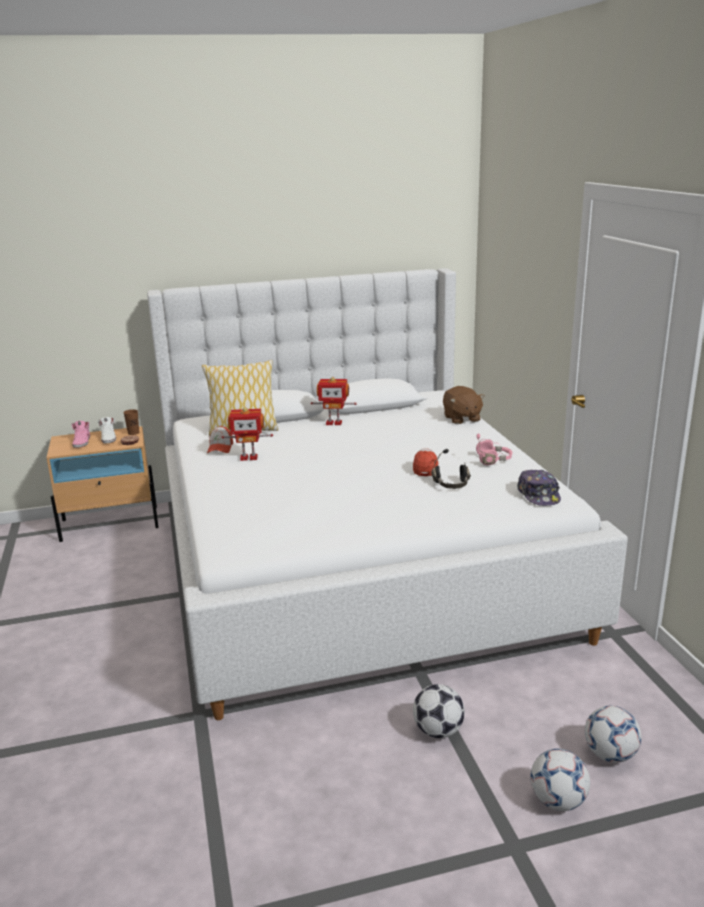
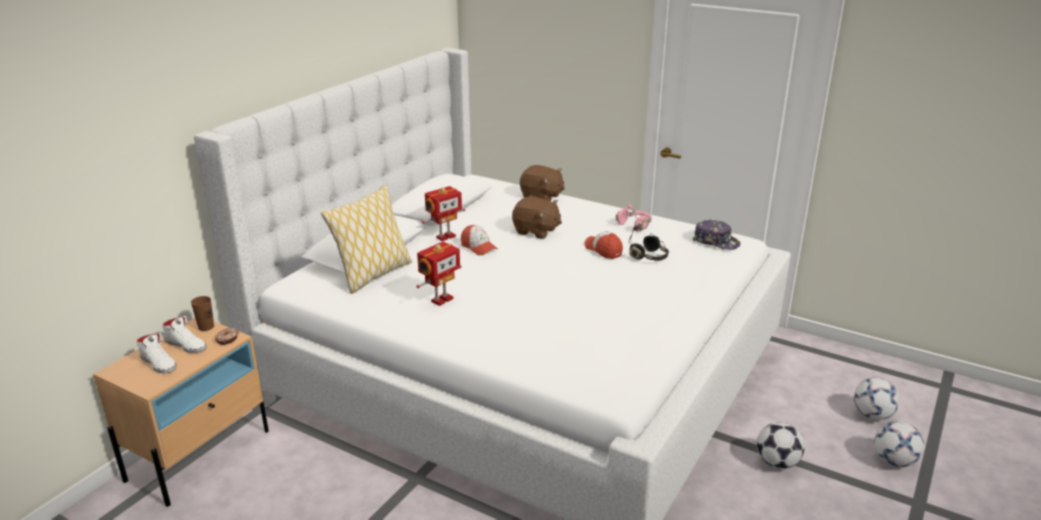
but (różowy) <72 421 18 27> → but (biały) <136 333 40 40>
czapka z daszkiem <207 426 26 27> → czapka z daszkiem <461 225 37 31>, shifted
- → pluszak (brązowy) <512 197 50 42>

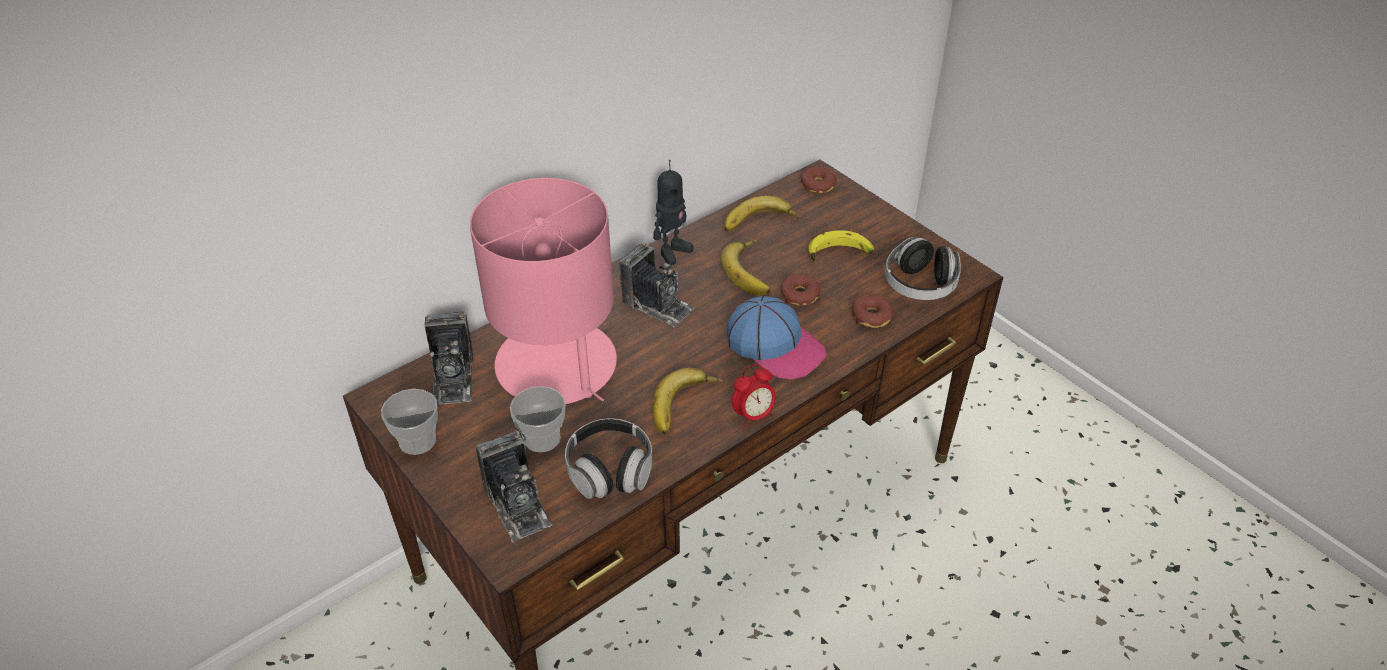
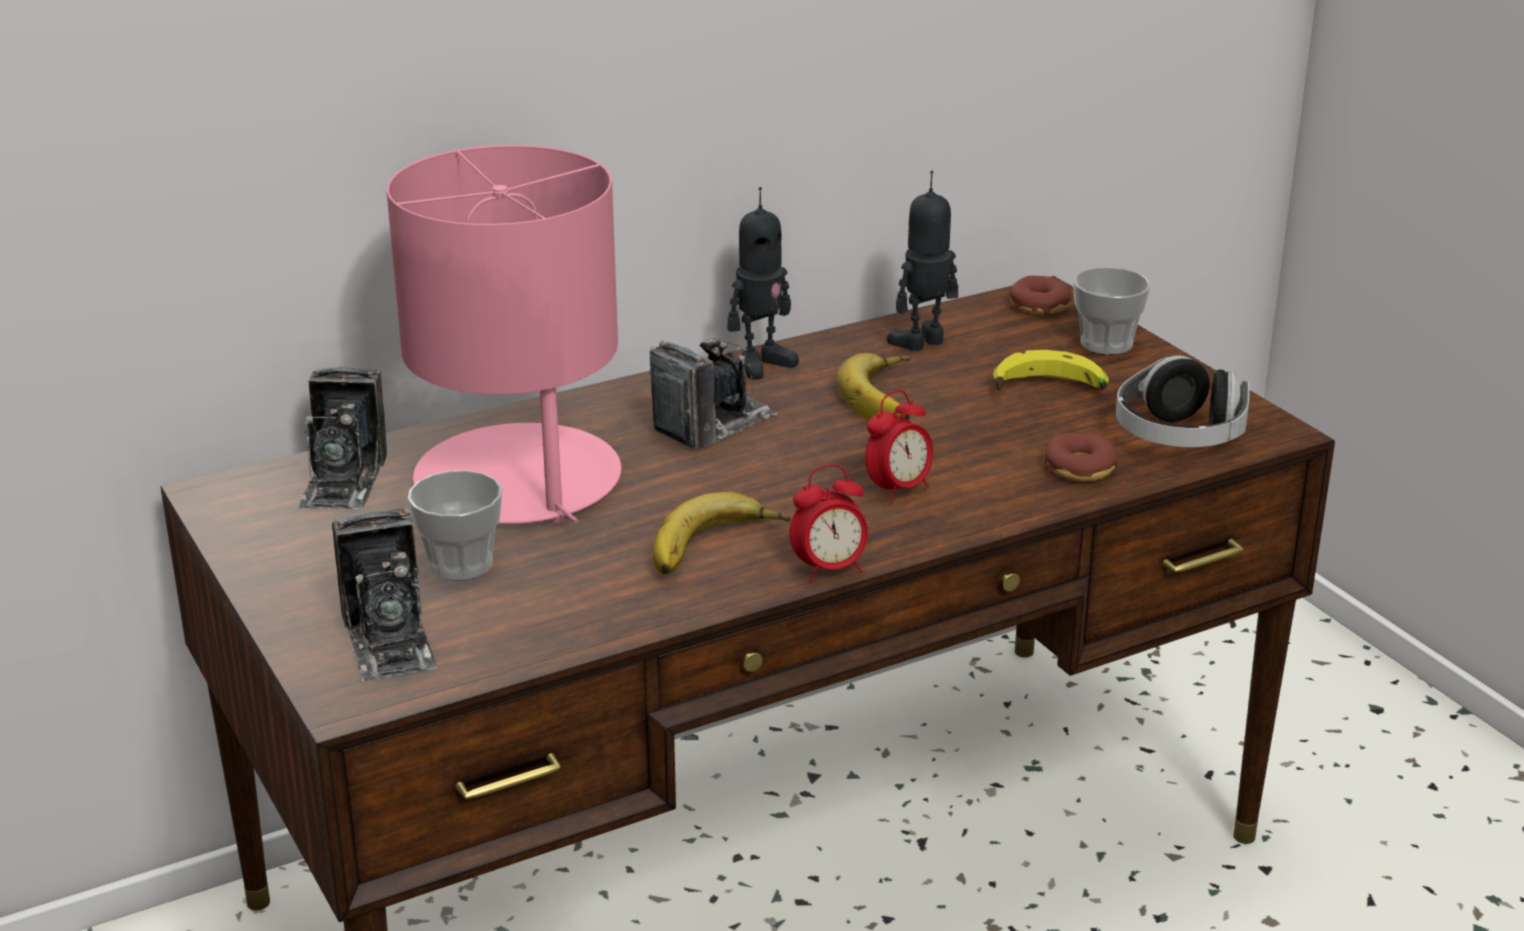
aparat fotograficzny <619 243 76 85> → aparat fotograficzny <649 338 128 113>, 90 degrees counterclockwise
czapka z daszkiem <727 296 100 84> → budzik <865 390 68 113>
banan <724 196 76 36> → robot zabawkowy <887 171 71 180>
filiżanka <381 389 57 66> → filiżanka <1073 267 78 88>, shifted
słuchawki <565 418 87 81> → -
donut <781 274 39 32> → -

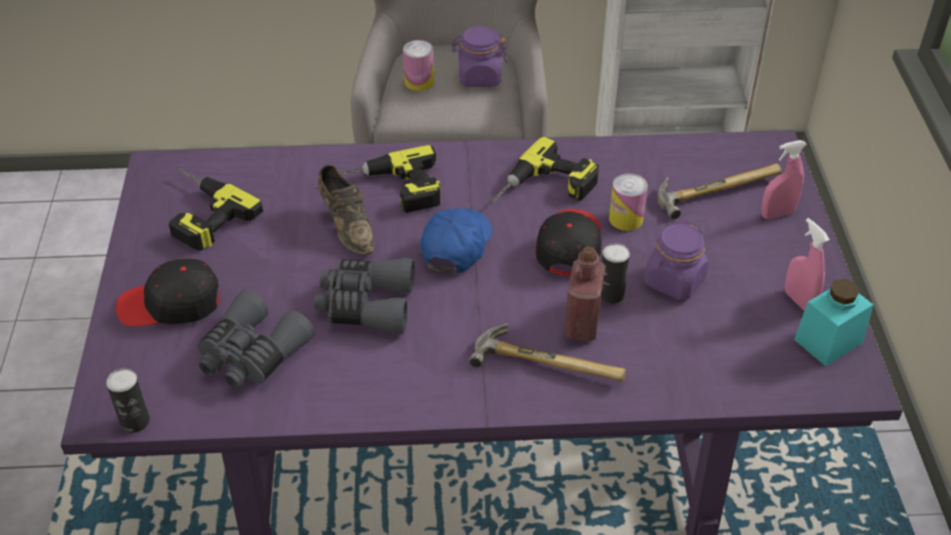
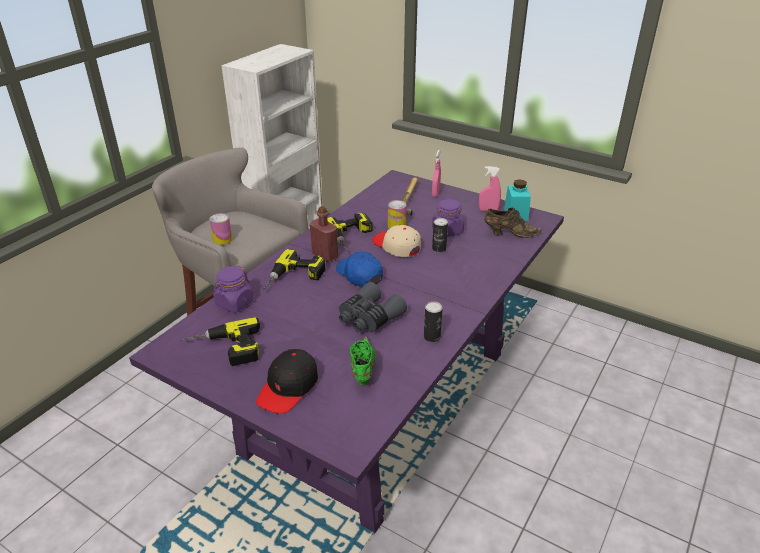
słoik (fioletowy) <452 26 55 61> → słoik (fioletowy) <214 266 40 47>, shifted
butelka (czerwony) <564 246 41 95> → butelka (czerwony) <310 206 28 56>, shifted
lornetka (szary) <197 290 118 98> → but (zielony) <349 336 27 49>
czapka z daszkiem (czarny) <536 209 66 67> → czapka z daszkiem (beżowy) <372 225 49 32>
puszka <106 368 44 65> → puszka <424 301 19 41>, shifted
but (brązowy) <318 165 57 90> → but (brązowy) <484 207 58 31>, shifted
młotek <469 323 157 59> → -

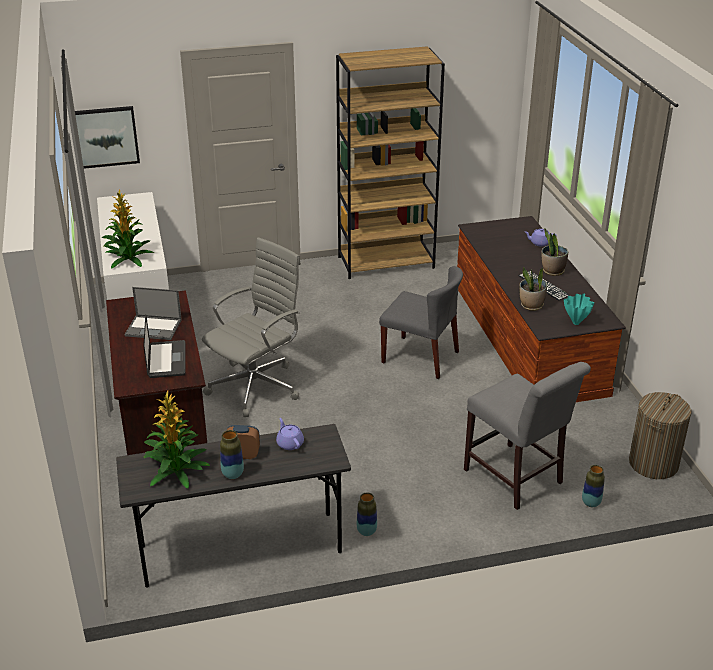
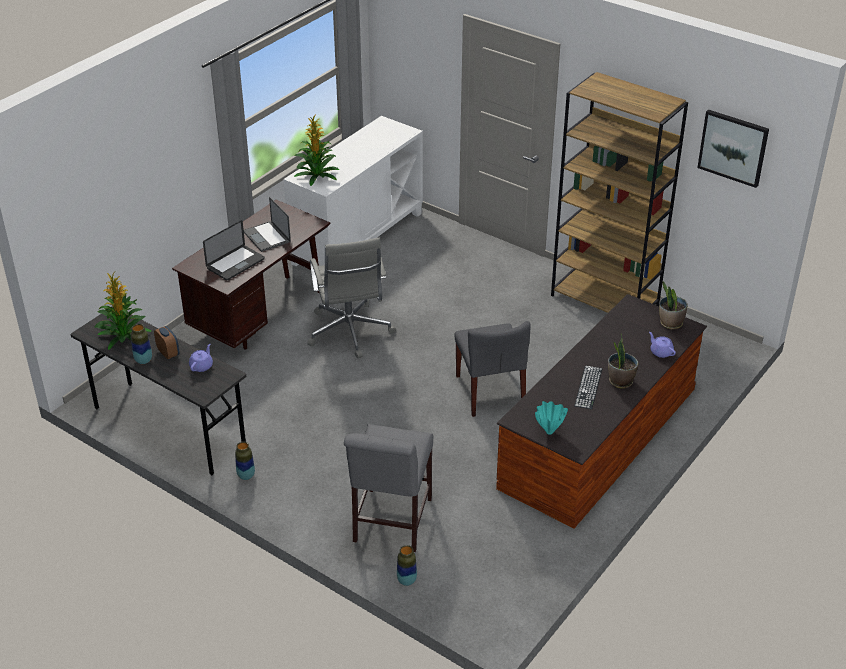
krzesło biurowe (szary) <202 237 99 180> → krzesło biurowe (szary) <307 238 89 120>, 75 degrees clockwise
roślina doniczkowa <519 267 28 44> → roślina doniczkowa <659 281 28 49>, shifted
obraz <75 106 65 63> → obraz <697 109 72 79>, shifted
kosz na pranie <629 392 63 87> → -

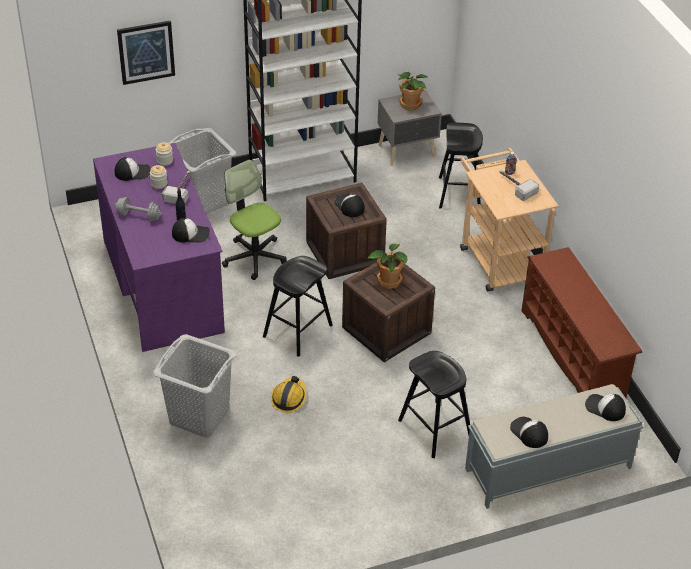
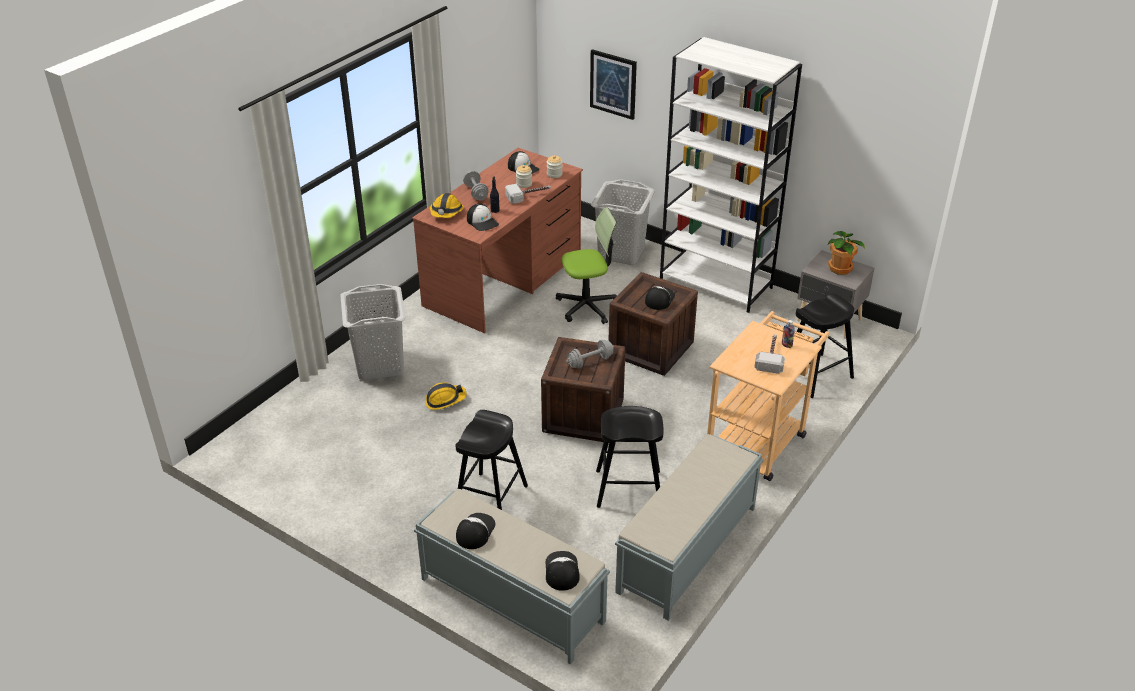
biurko (fioletowy) <93 143 132 209> → biurko (brązowy) <412 148 171 185>
- → kask <430 193 34 25>
krzesło biurowe <222 160 65 120> → krzesło biurowe <556 207 61 117>, 60 degrees clockwise
roślina doniczkowa <367 244 41 45> → hantel (szary) <566 340 48 29>
stołek (czarny) <263 256 70 101> → stołek (czarny) <596 406 68 102>, shifted
regał na buty (brązowy) <521 247 121 151> → ławka (szary) <615 434 148 187>

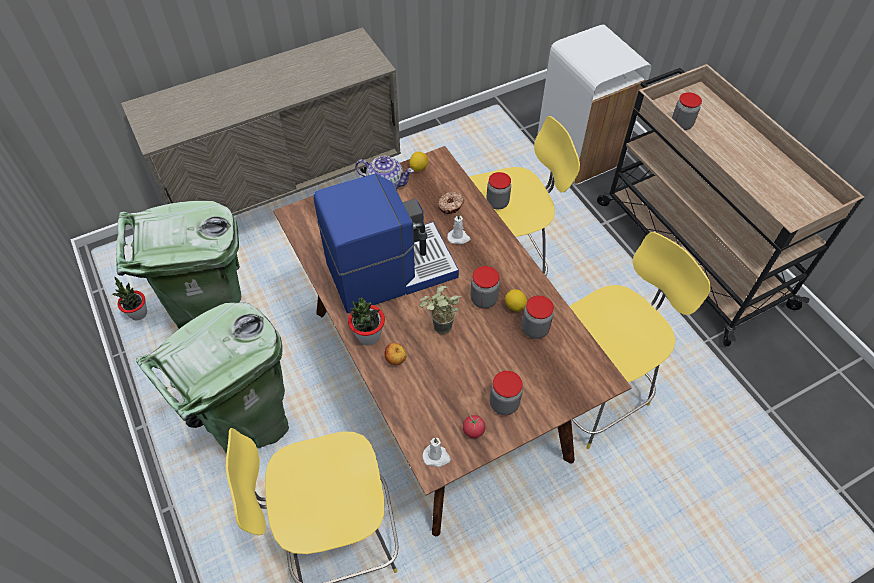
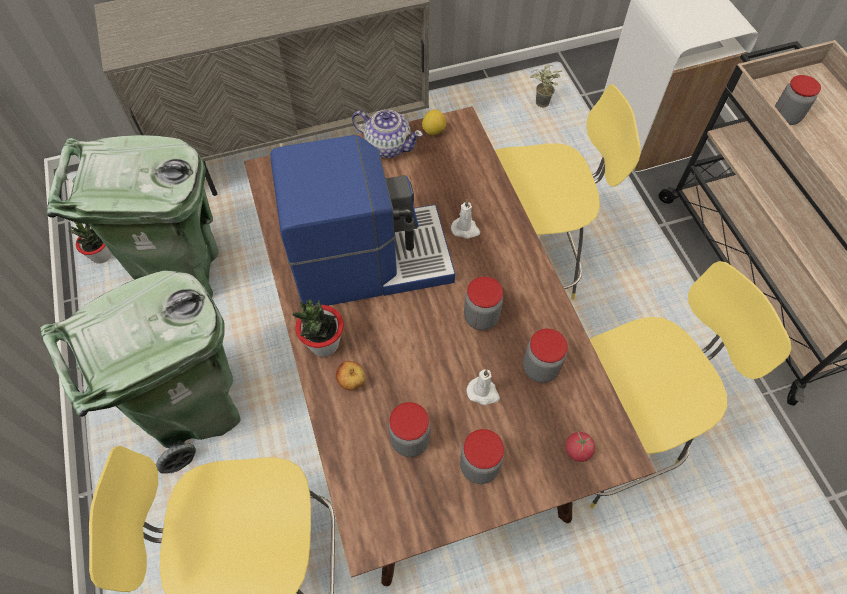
słoik <486 172 25 37> → słoik <389 402 41 55>, shifted
świeca (biały) <422 438 29 29> → świeca (biały) <466 369 34 36>, shifted
roślina doniczkowa <420 286 41 48> → roślina doniczkowa <530 65 33 42>, shifted
pomidor <463 415 22 23> → pomidor <565 432 30 30>, shifted
donut <437 192 27 22> → -
cytryna <505 289 22 22> → -

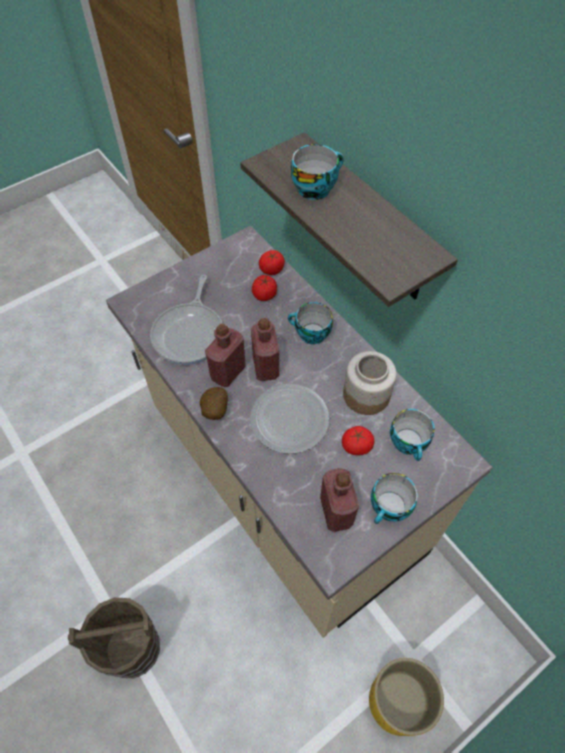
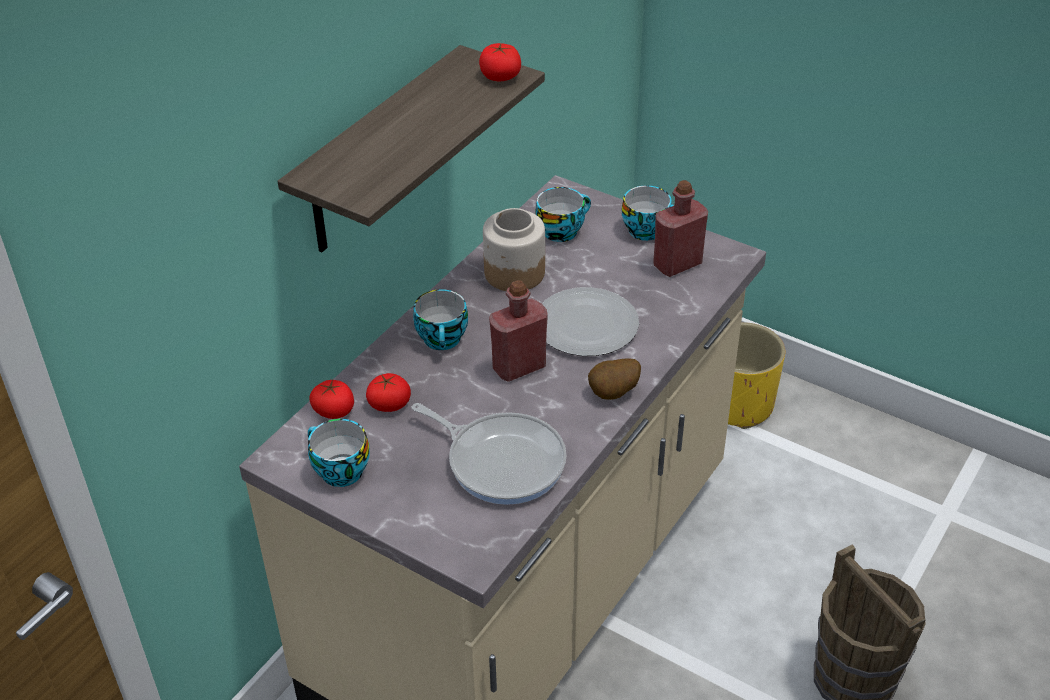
filiżanka <291 144 53 56> → filiżanka <308 419 62 68>, shifted
patelnia <150 275 73 90> → patelnia <411 403 156 102>, 45 degrees clockwise
pomidor <342 426 32 29> → pomidor <479 43 42 38>, shifted
butelka (czerwony) <205 324 41 63> → -

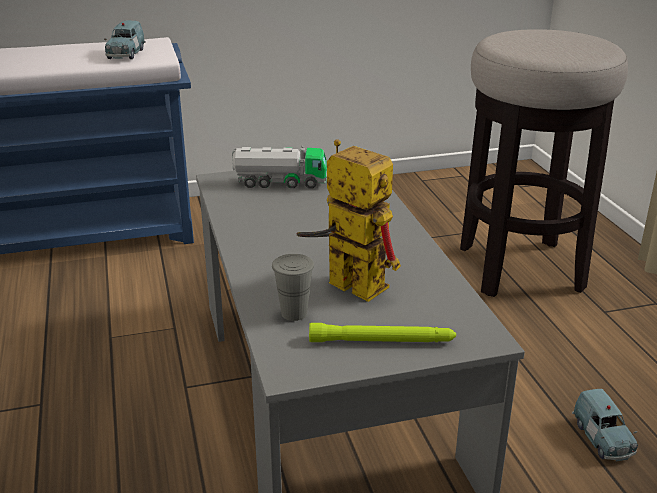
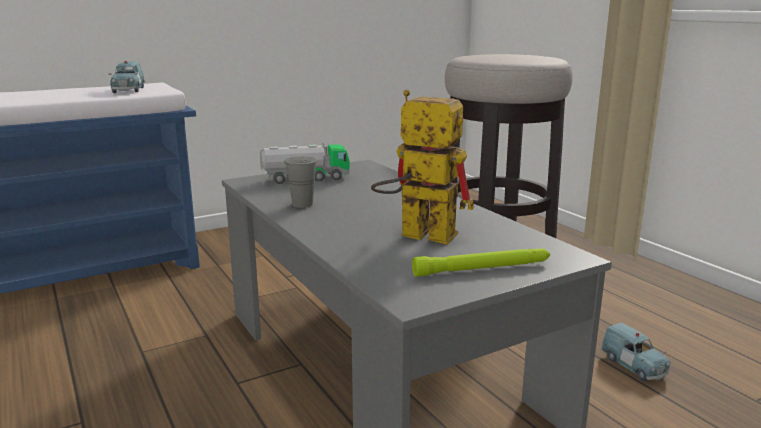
filiżanka (szary) <272 254 42 67> → filiżanka (szary) <284 156 34 52>, shifted

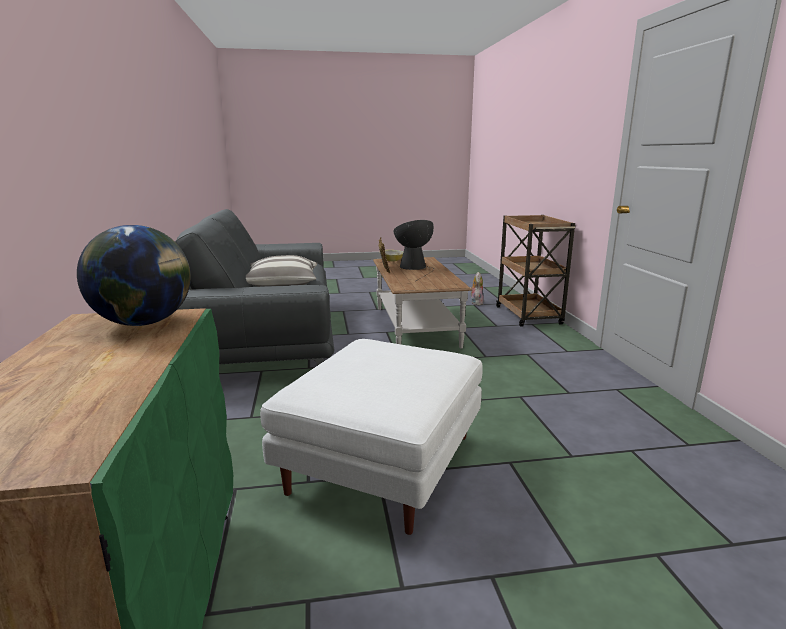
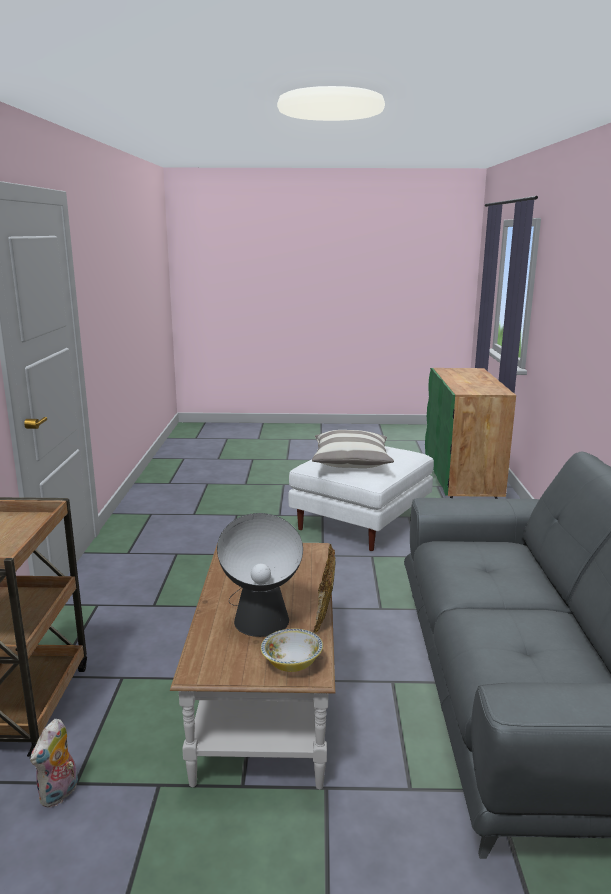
poduszka <246 255 71 32> → poduszka <312 430 82 38>, shifted
globus <77 225 114 101> → -

